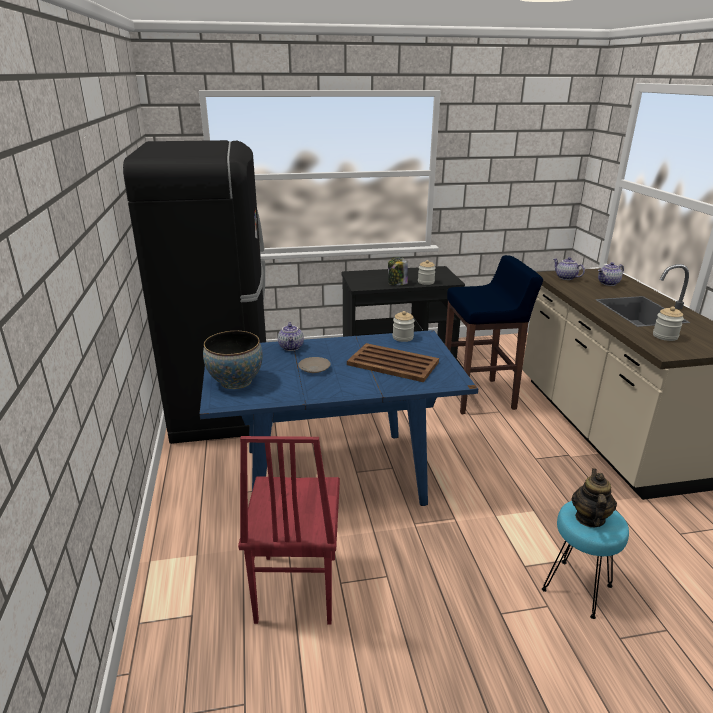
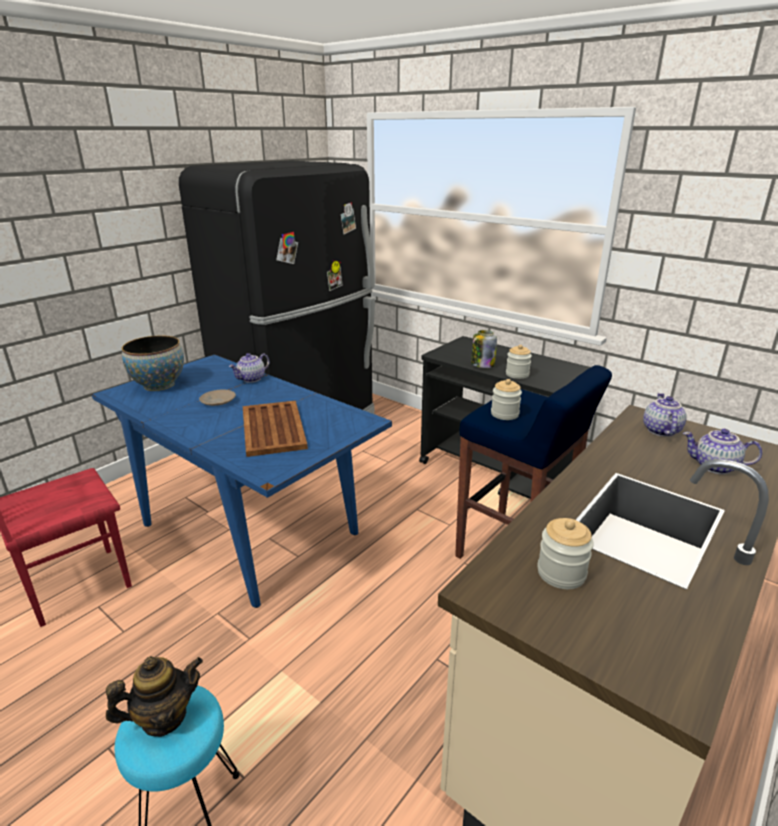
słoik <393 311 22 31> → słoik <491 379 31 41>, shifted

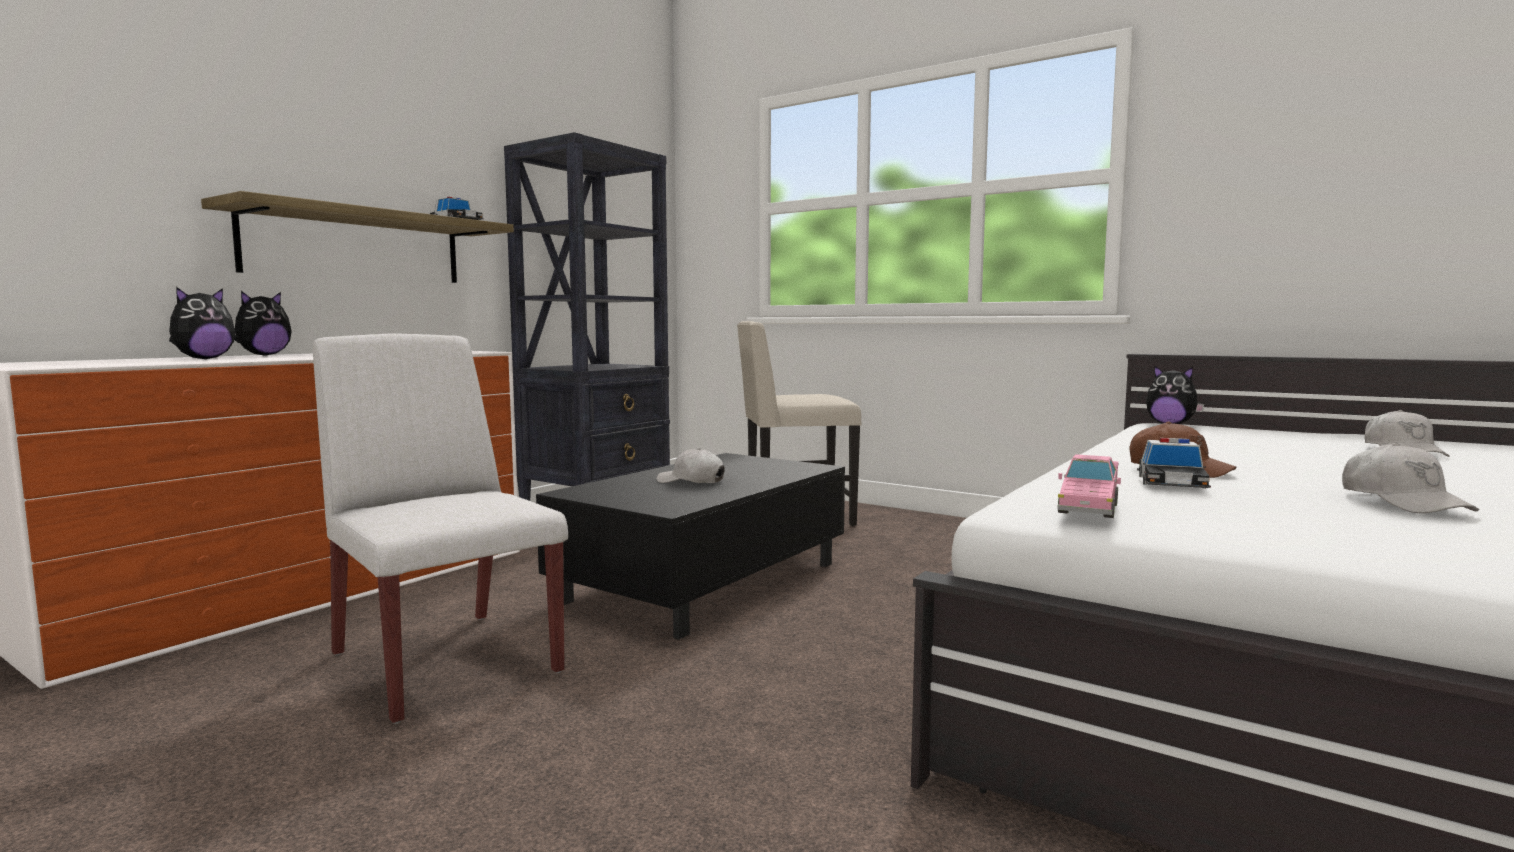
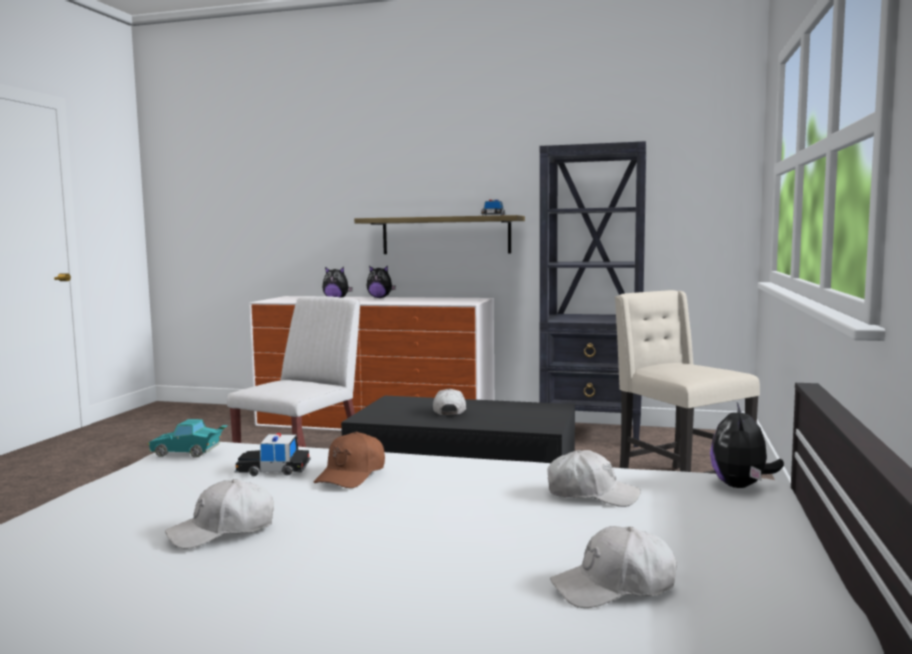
samochodzik (różowy) <1057 454 64 64> → samochodzik (turkusowy) <148 419 80 39>
- → czapka z daszkiem (biały) <547 450 94 57>

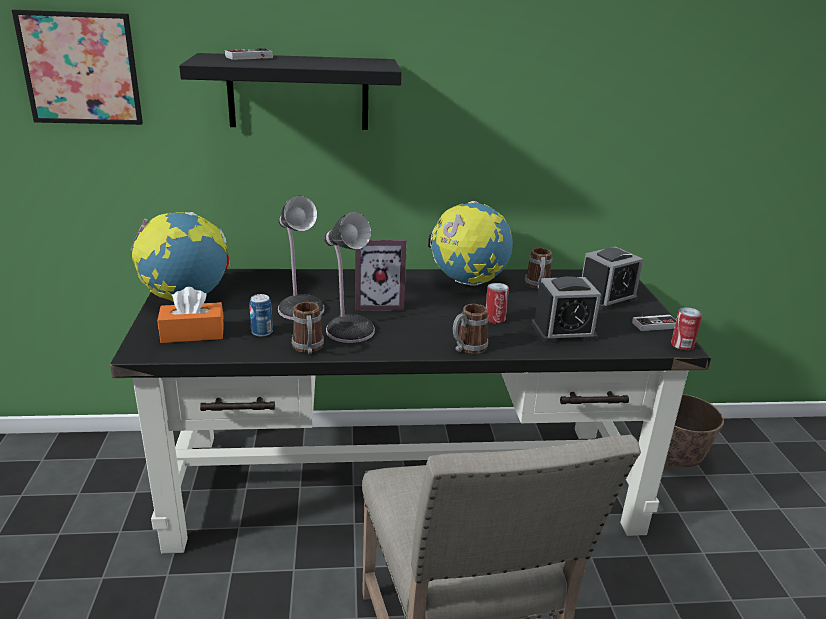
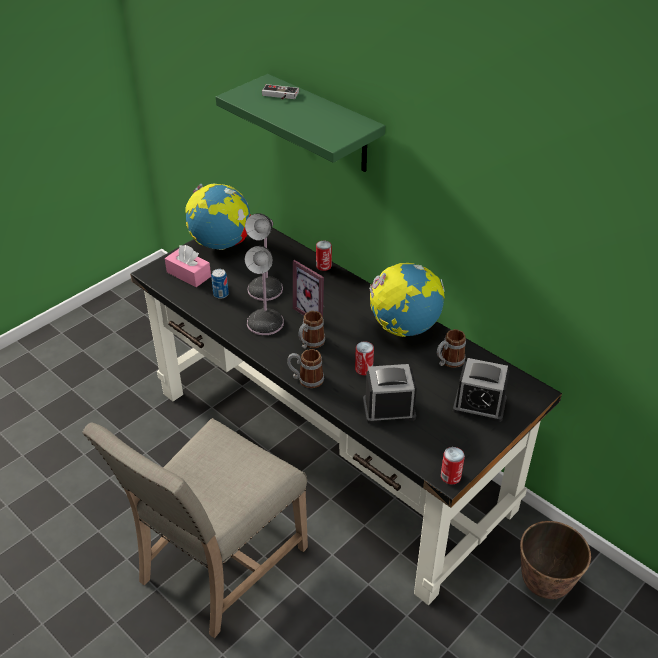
pudełko chusteczek (pomarańczowy) <157 287 67 56> → pudełko chusteczek (różowy) <165 245 46 42>
półka (czarny) <179 53 223 77> → półka (zielony) <216 74 169 98>
kubek <292 302 32 52> → kubek <298 311 27 38>, shifted
- → puszka <316 241 16 30>
budzik <531 276 70 67> → budzik <363 364 54 60>, 135 degrees clockwise
obraz <12 10 131 115> → -
pad do gier <632 314 44 17> → -

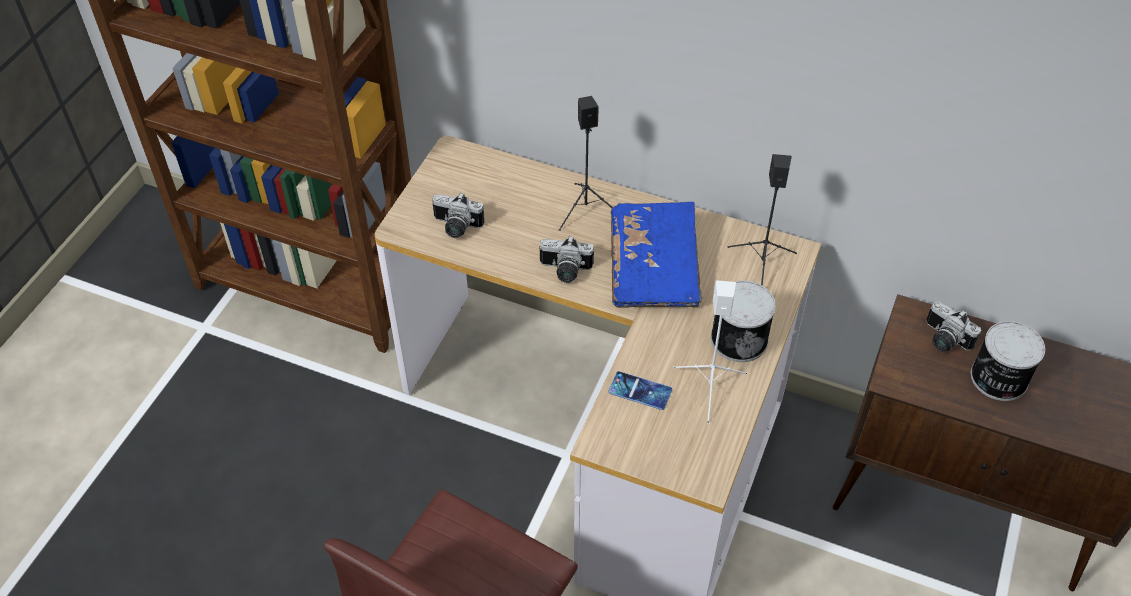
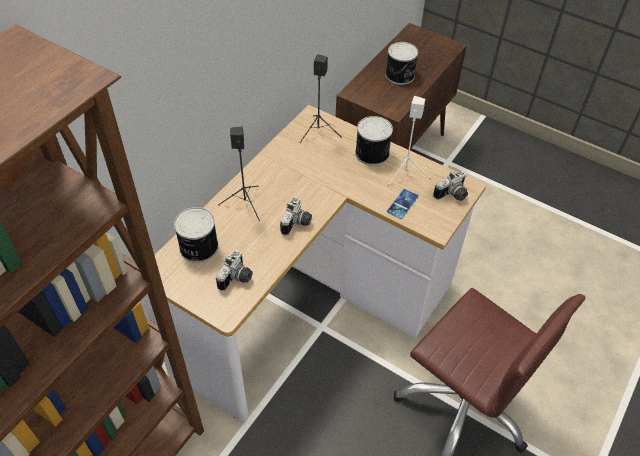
- → puszka <174 207 45 56>
aparat fotograficzny <926 301 55 51> → aparat fotograficzny <433 170 35 31>, shifted
książka (niebieski) <611 202 91 106> → -

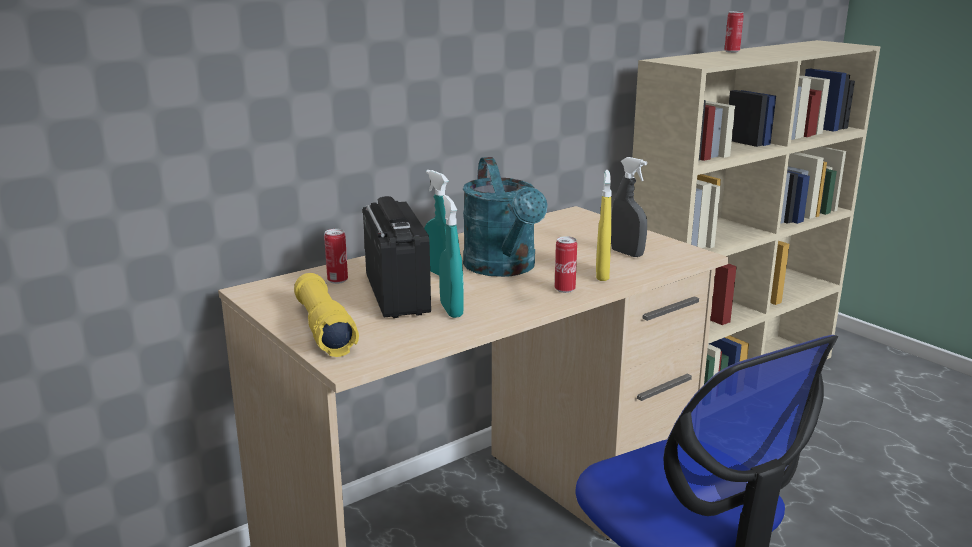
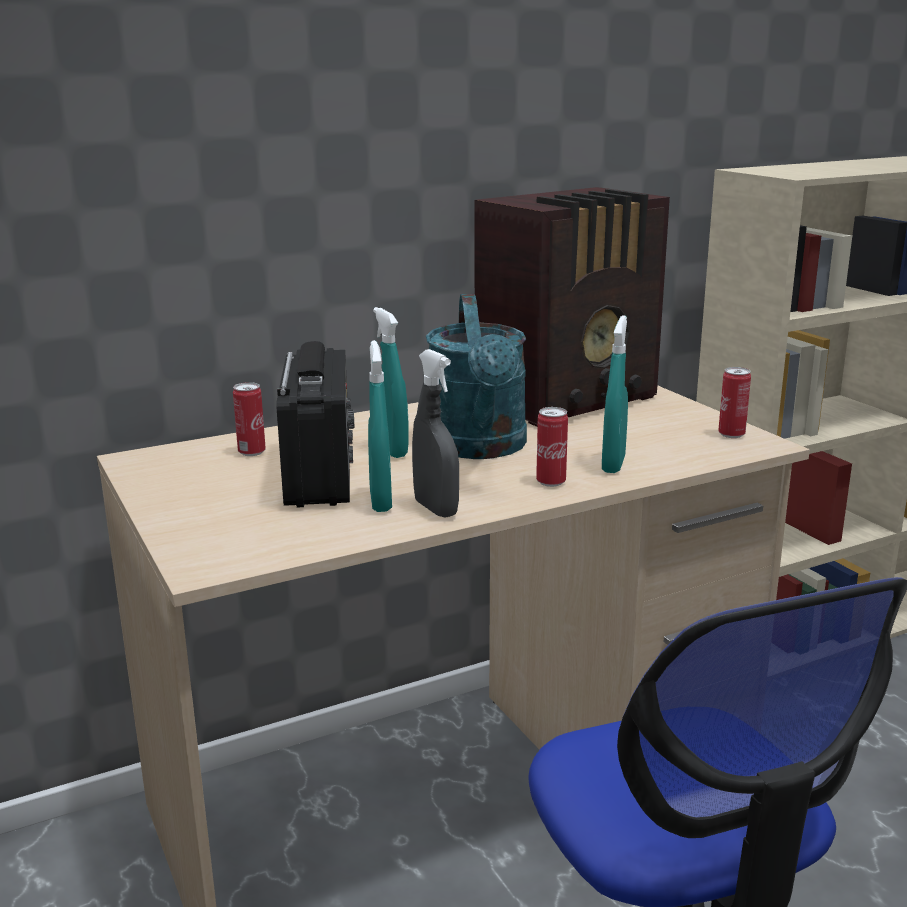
spryskiwacz (szary) <611 157 36 100> → spryskiwacz (szary) <412 349 47 169>, shifted
- → radio <475 187 195 240>
spryskiwacz (żółty) <596 170 16 111> → spryskiwacz (turkusowy) <602 315 26 158>
puszka <724 11 20 42> → puszka <718 367 33 71>, shifted
latarka (żółty) <294 273 65 84> → -

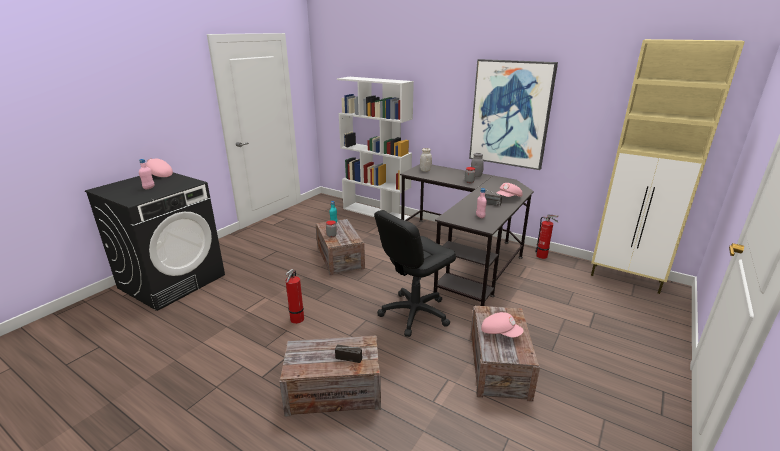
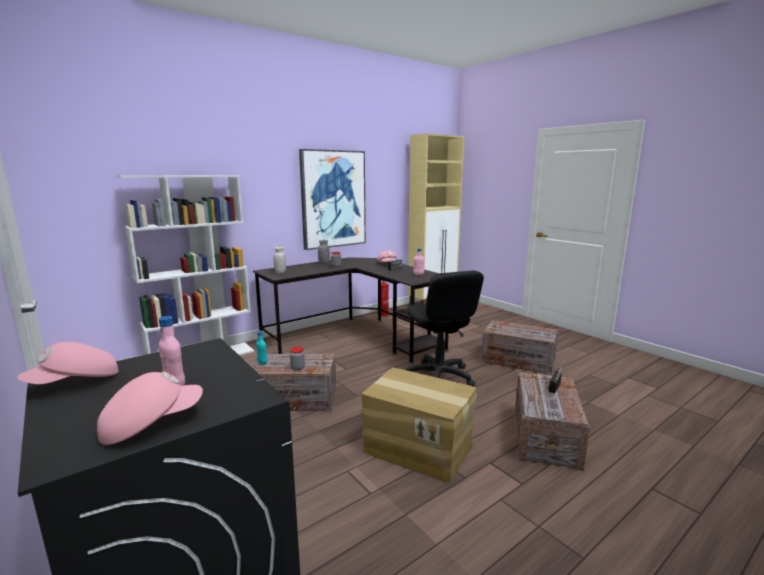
czapka z daszkiem (różowy) <481 312 43 26> → czapka z daszkiem (różowy) <97 372 106 73>, shifted
gaśnica <286 269 18 55> → karton <361 368 116 116>

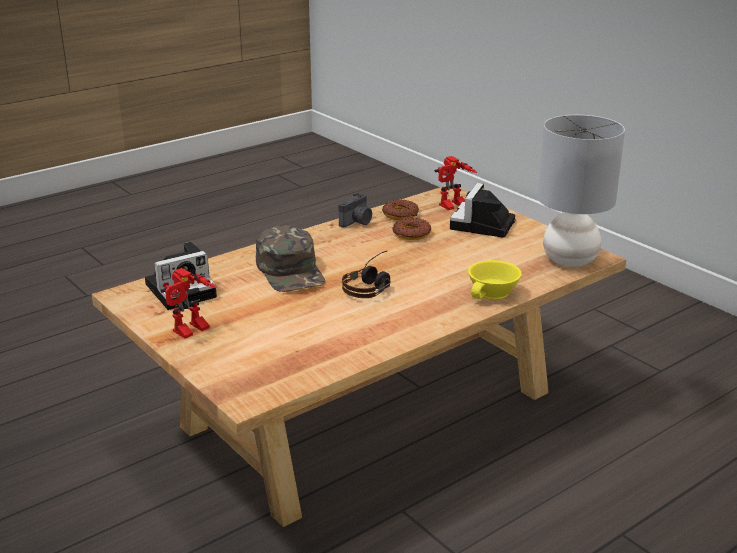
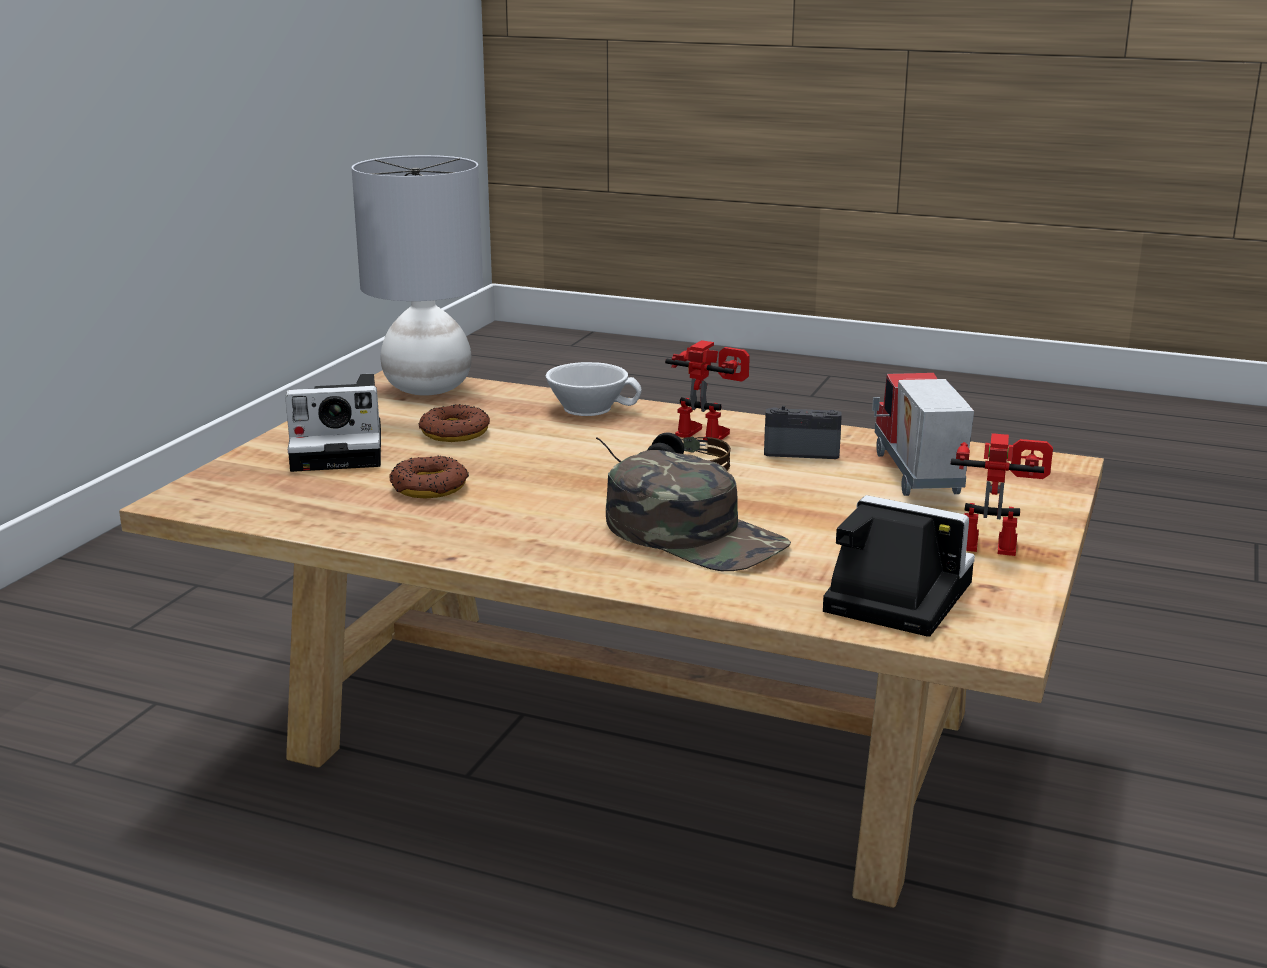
donut <382 200 37 20> → donut <418 404 72 38>, shifted
filiżanka (żółty) <468 260 54 39> → filiżanka (biały) <546 362 96 54>
czapka z daszkiem (zielony) <256 225 69 67> → czapka z daszkiem (zielony) <606 450 185 121>, 90 degrees clockwise
robot zabawkowy <434 156 43 54> → robot zabawkowy <665 340 85 100>, shifted
aparat fotograficzny <339 192 33 35> → aparat fotograficzny <764 406 78 53>, shifted
- → ciężarówka zabawkowa <872 373 102 123>

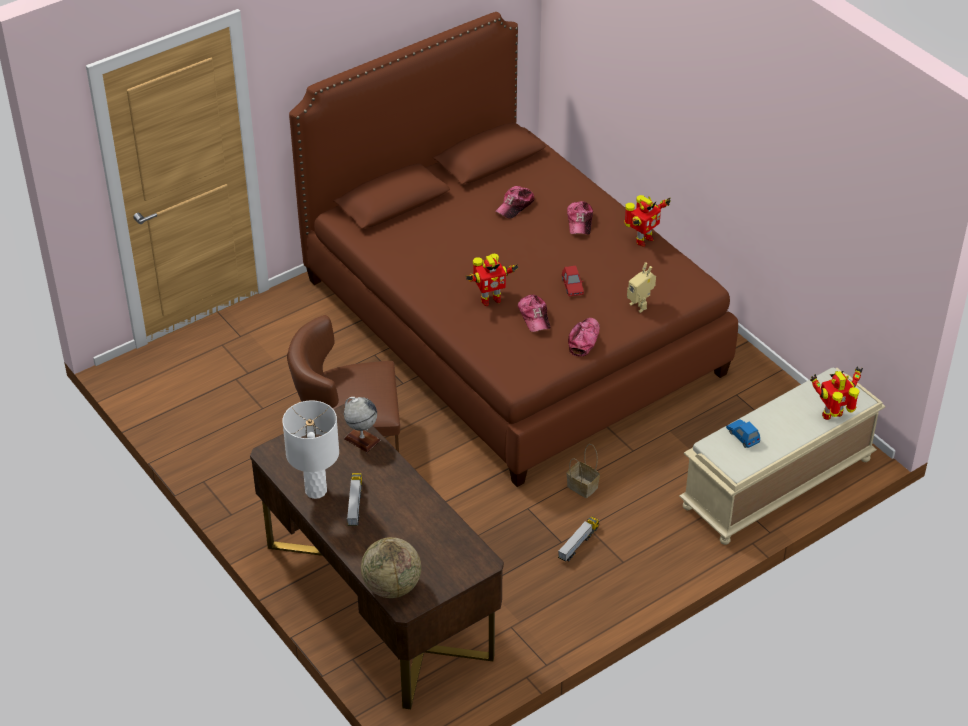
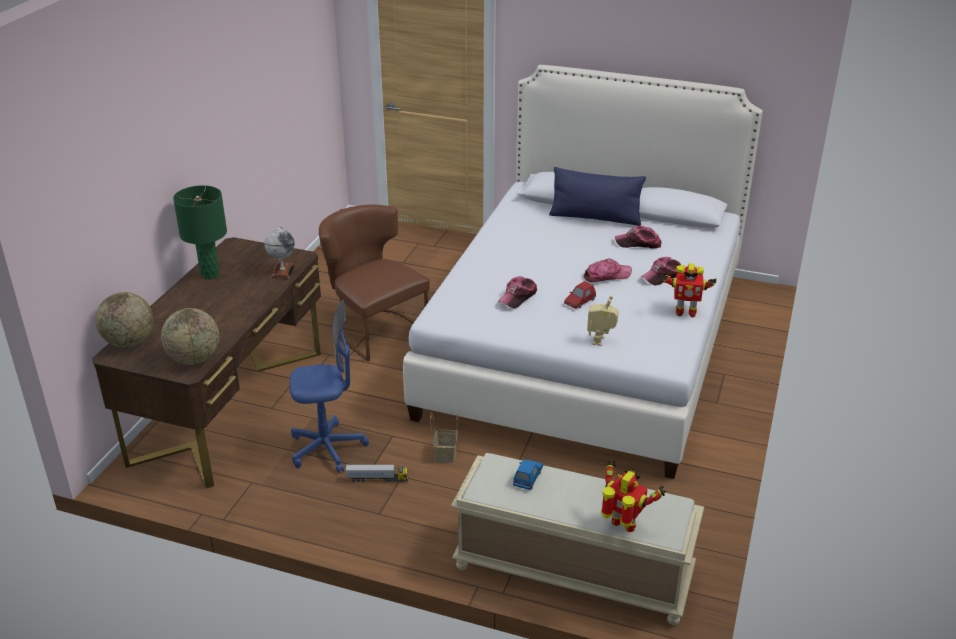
- → globus <161 308 58 57>
lampa stołowa (biały) <282 400 57 99> → lampa stołowa (zielony) <173 185 54 95>
- → krzesło biurowe (niebieski) <289 300 80 173>
łóżko (brązowy) <289 12 449 475> → łóżko (biały) <403 65 360 414>
- → poduszka (niebieski) <549 167 97 59>
czapka z daszkiem <568 318 32 38> → czapka z daszkiem <584 258 48 24>, shifted
ciężarówka zabawkowa <347 473 15 53> → -
robot zabawkowy <466 254 52 52> → -

